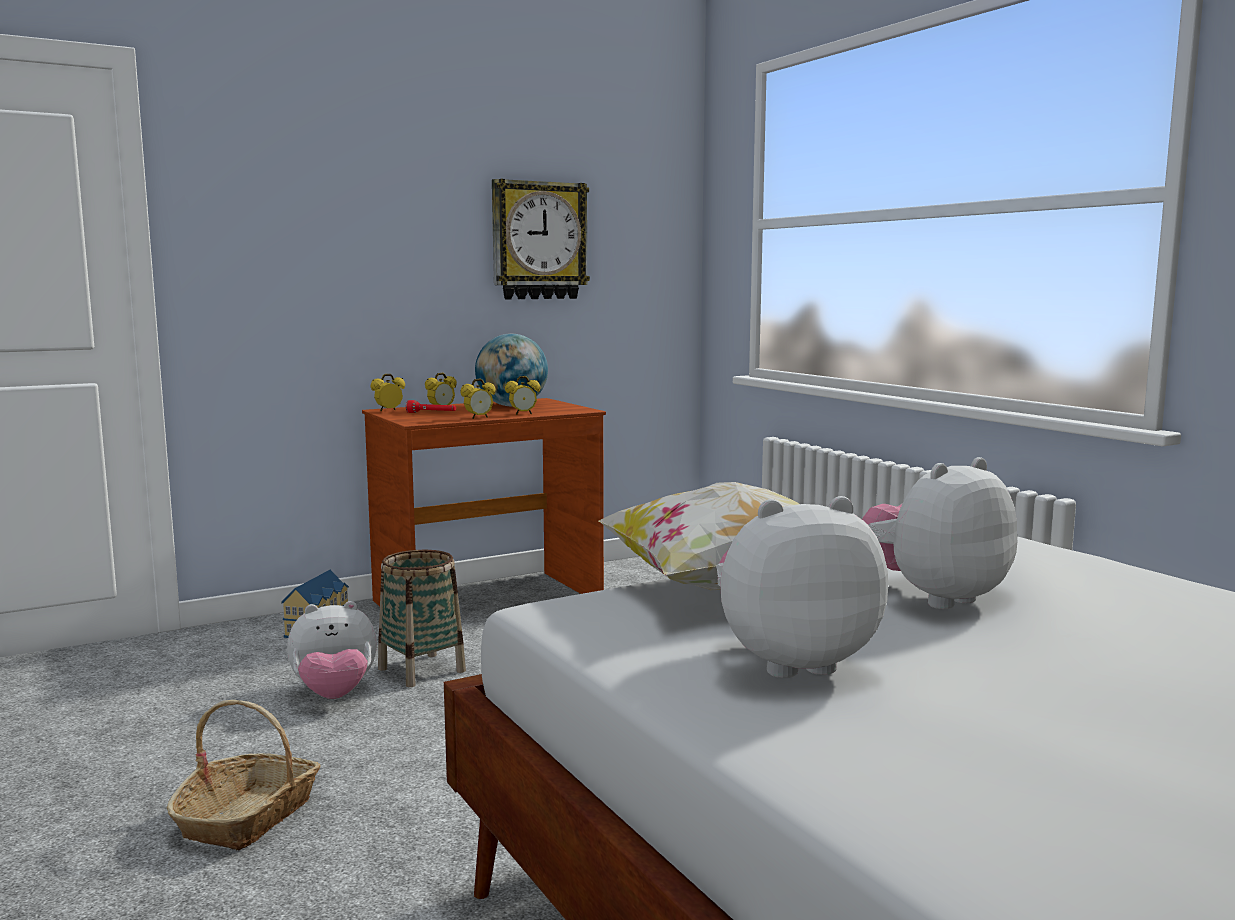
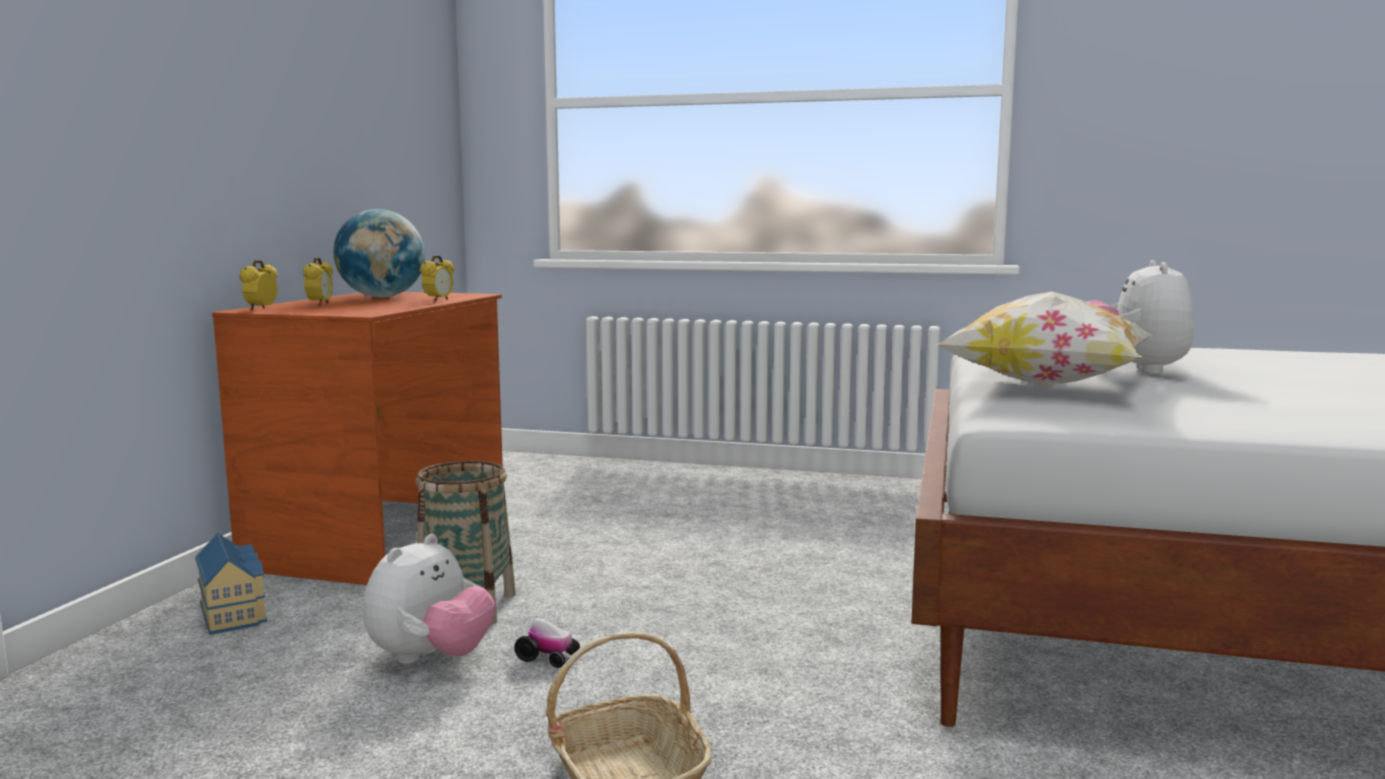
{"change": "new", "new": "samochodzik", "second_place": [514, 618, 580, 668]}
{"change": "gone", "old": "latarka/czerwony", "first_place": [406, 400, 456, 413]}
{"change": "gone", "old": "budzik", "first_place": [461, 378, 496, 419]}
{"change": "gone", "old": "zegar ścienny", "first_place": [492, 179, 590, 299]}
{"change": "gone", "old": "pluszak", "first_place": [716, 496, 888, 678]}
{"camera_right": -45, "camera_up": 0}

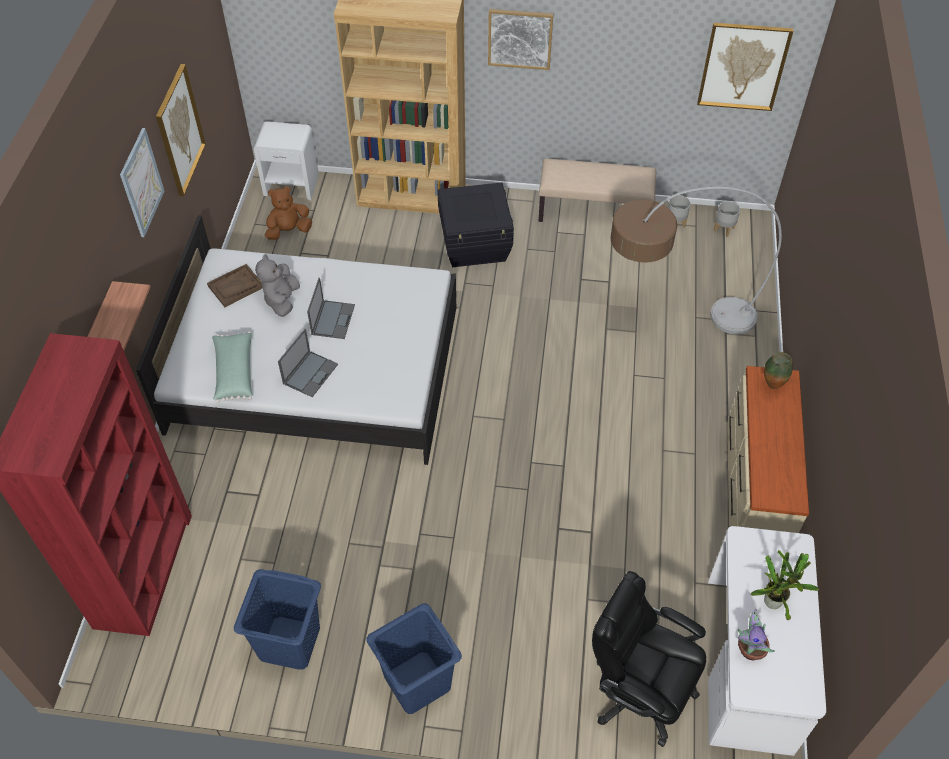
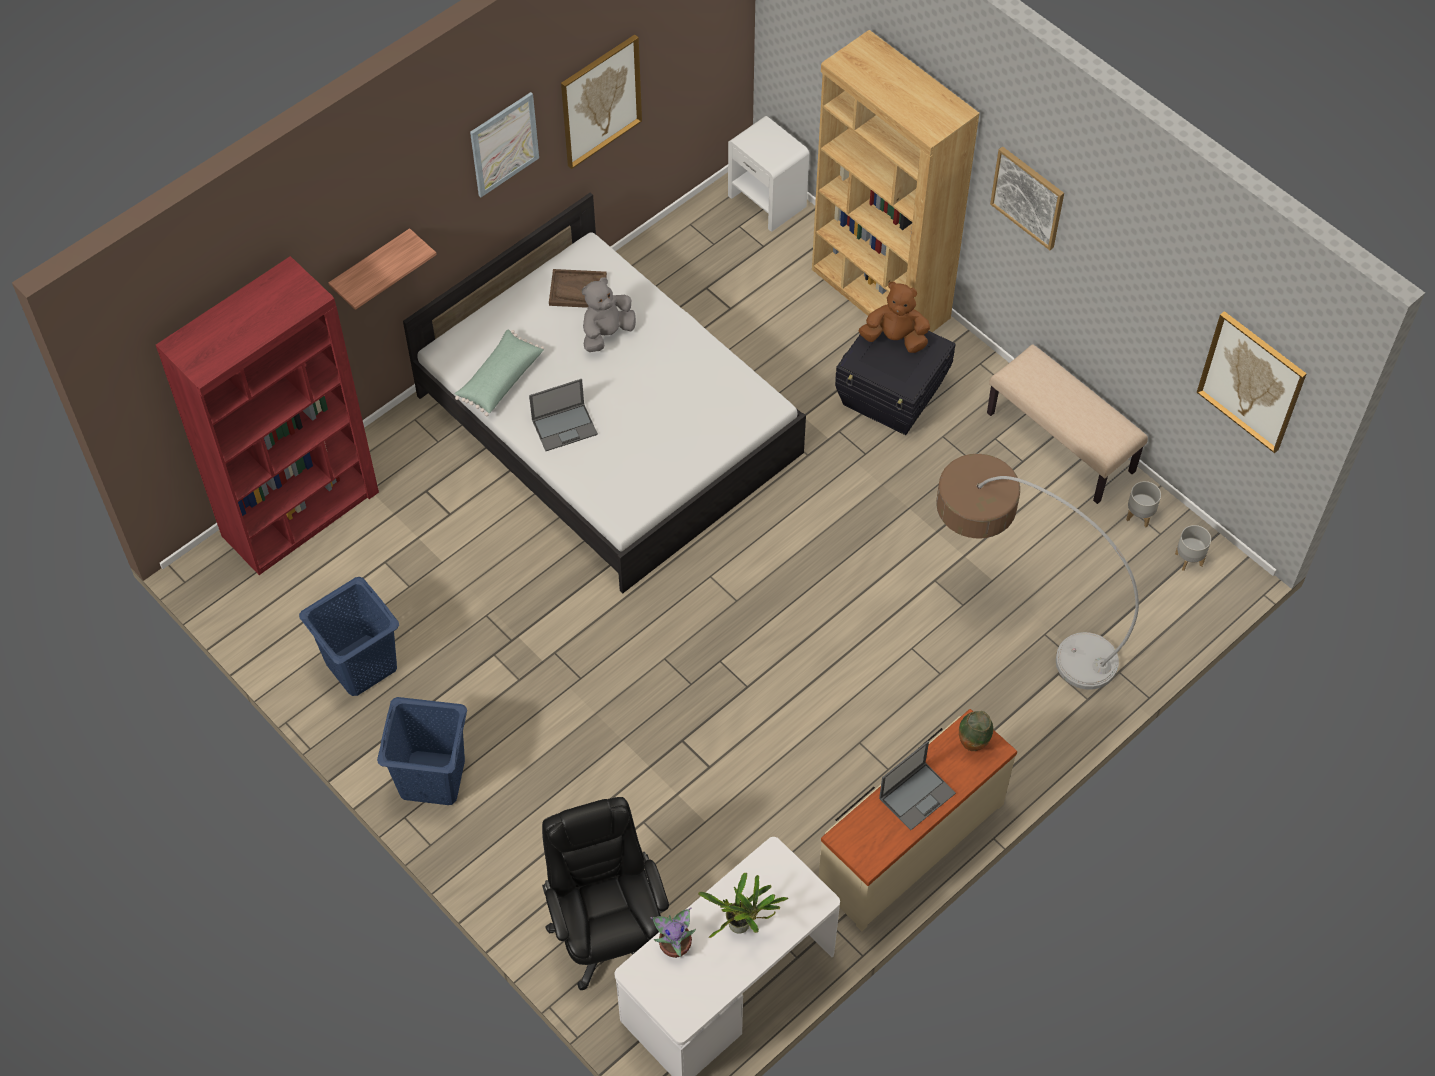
{"change": "shifted", "old": "pluszak/brązowy", "first_place": [265, 186, 312, 240], "second_place": [859, 282, 930, 353]}
{"change": "shifted", "old": "laptop", "first_place": [307, 278, 355, 339], "second_place": [879, 741, 956, 830]}
{"camera_right": 40, "camera_up": 5}

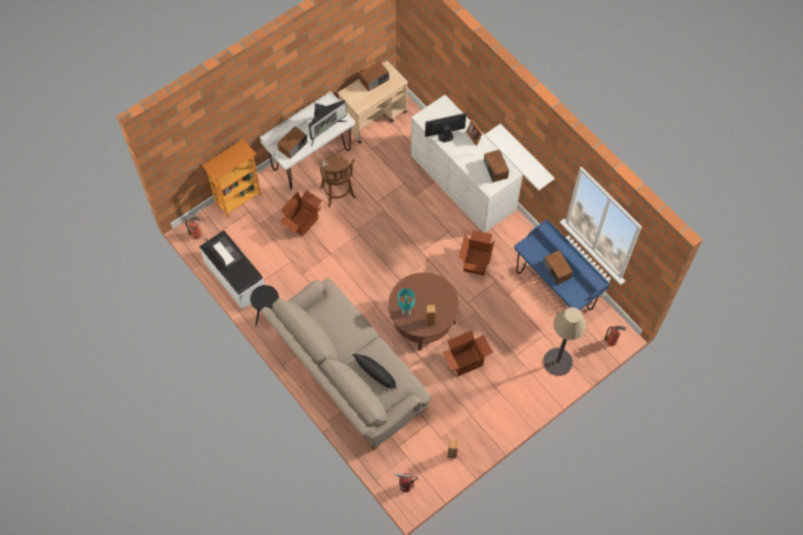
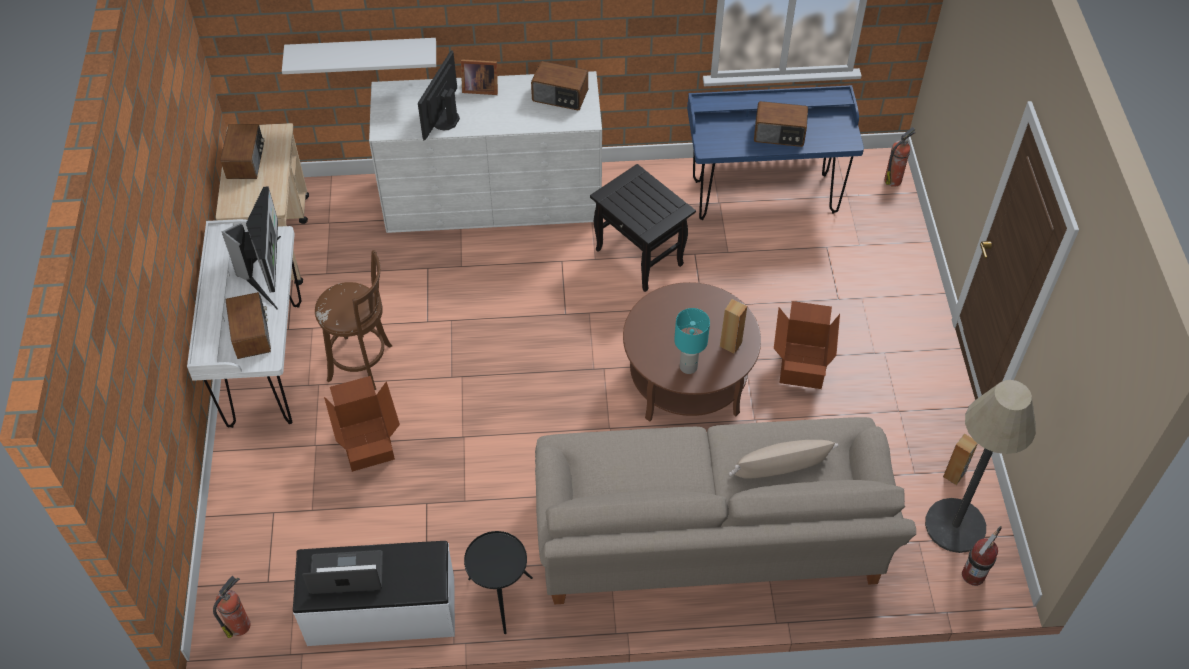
{"change": "shifted", "old": "półka/biały", "first_place": [485, 123, 555, 191], "second_place": [282, 38, 436, 74]}
{"change": "swapped", "old": "karton", "new": "stolik/czarny", "first_place": [459, 230, 495, 276], "second_place": [590, 164, 696, 292]}
{"change": "repainted", "old": "poduszka/czarny", "new": "poduszka/beżowy", "first_place": [353, 354, 397, 389], "second_place": [729, 440, 838, 479]}
{"change": "shifted", "old": "lampa stojąca", "first_place": [543, 307, 586, 376], "second_place": [925, 380, 1036, 553]}
{"change": "gone", "old": "regał", "first_place": [202, 139, 262, 218]}
{"camera_right": -55, "camera_up": -10}

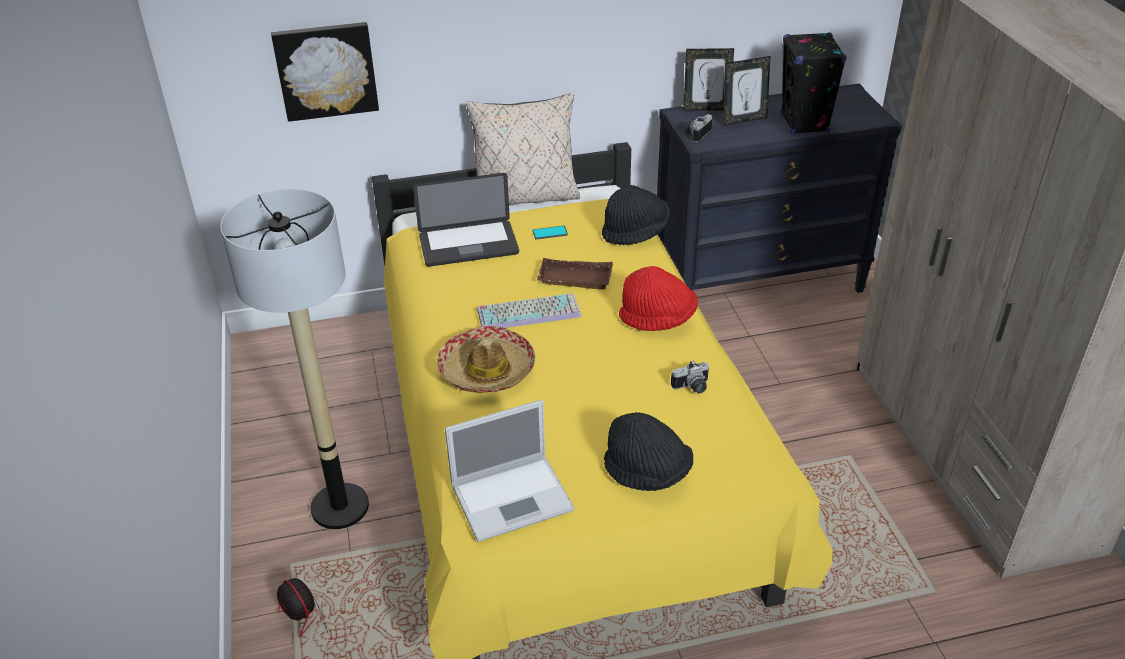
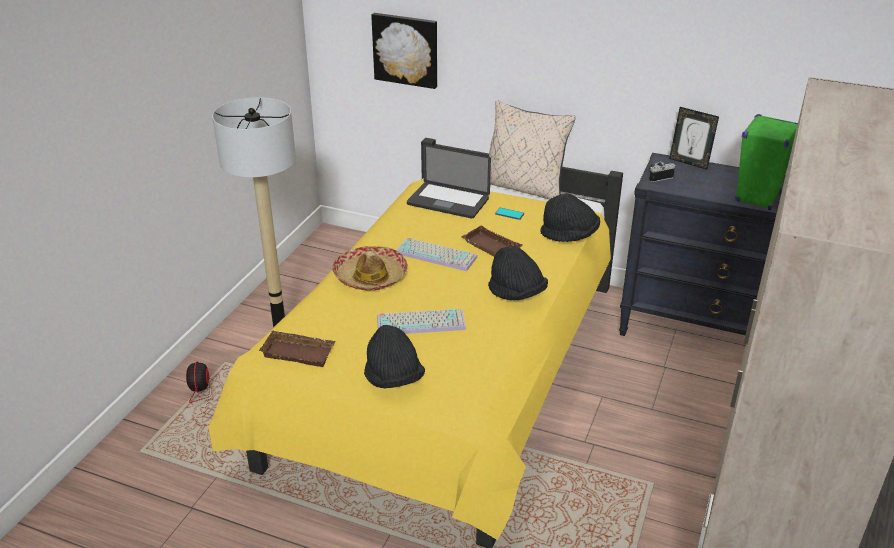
{"change": "swapped", "old": "laptop", "new": "taca/brązowy", "first_place": [445, 399, 575, 542], "second_place": [259, 330, 336, 367]}
{"change": "new", "new": "klawiatura", "second_place": [377, 309, 466, 334]}
{"change": "repainted", "old": "kapelusz/czerwony", "new": "kapelusz/czarny", "first_place": [619, 266, 698, 331], "second_place": [488, 246, 548, 300]}
{"change": "repainted", "old": "głośnik/czarny", "new": "głośnik/zielony", "first_place": [781, 32, 846, 134], "second_place": [735, 114, 798, 210]}
{"change": "gone", "old": "aparat fotograficzny", "first_place": [671, 360, 709, 394]}
{"change": "gone", "old": "ramka na zdjęcie", "first_place": [724, 56, 770, 126]}
{"camera_right": 35, "camera_up": -5}

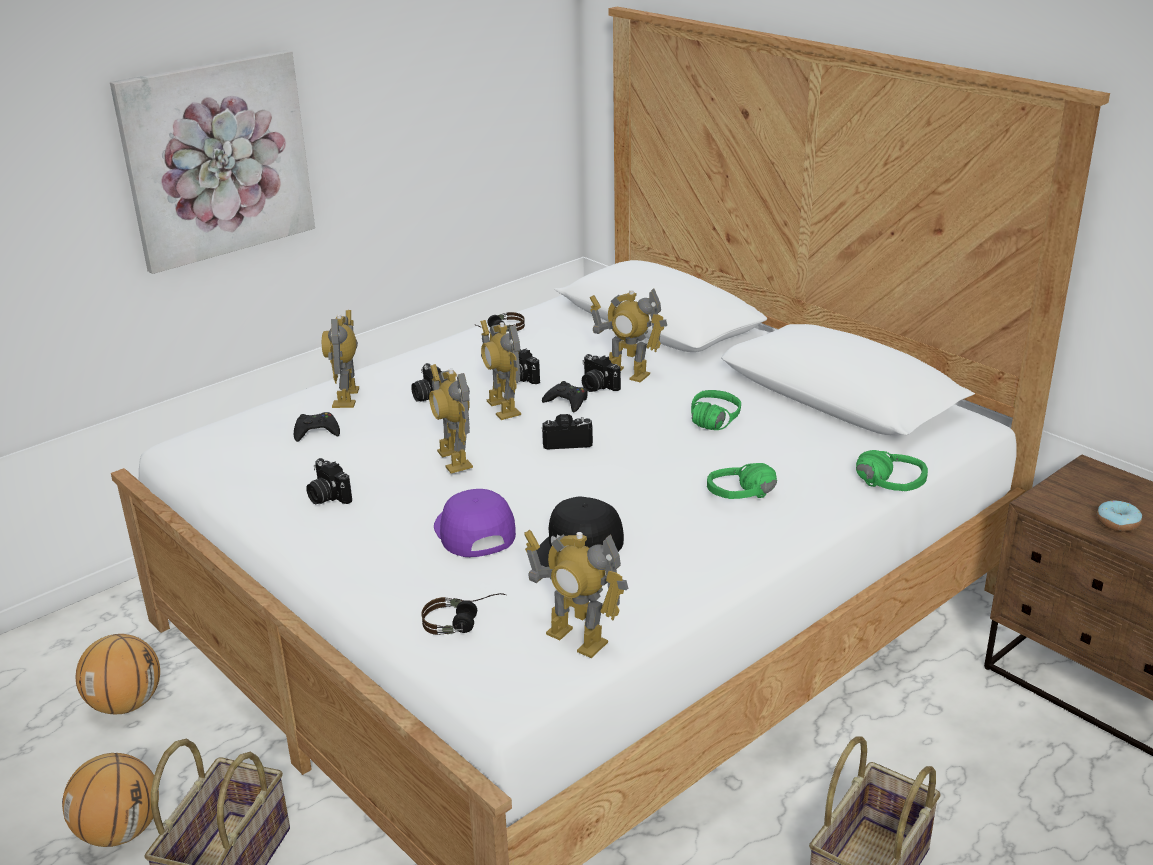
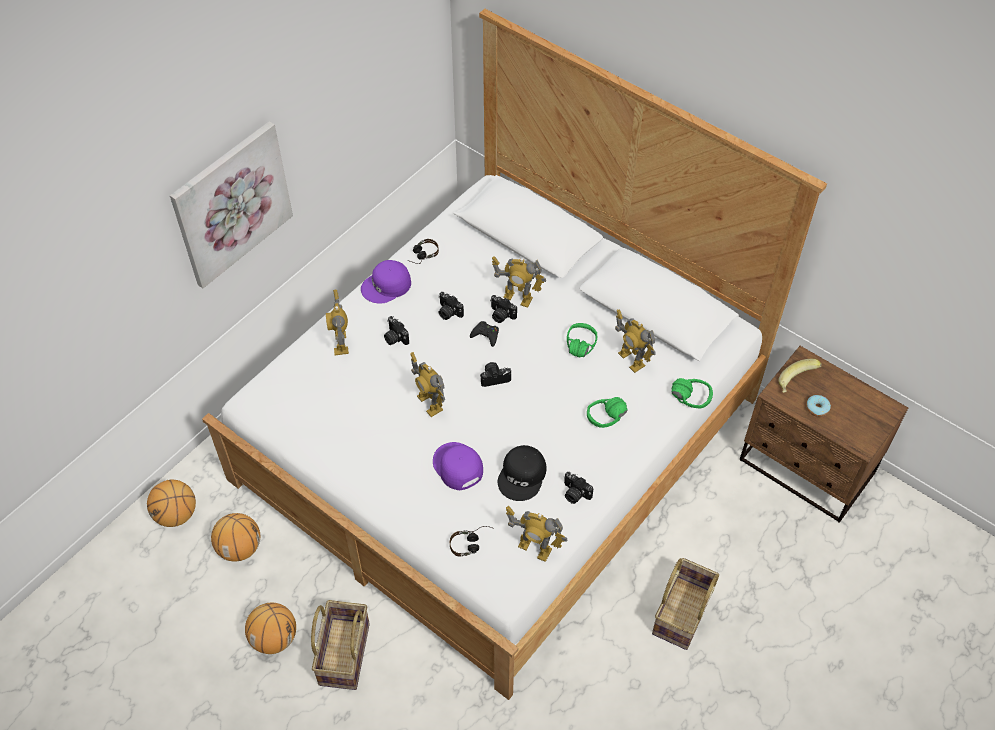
{"change": "new", "new": "piłka do koszykówki", "second_place": [147, 480, 196, 527]}
{"change": "new", "new": "czapka z daszkiem/fioletowy", "second_place": [361, 260, 411, 303]}
{"change": "shifted", "old": "aparat fotograficzny", "first_place": [306, 458, 352, 504], "second_place": [564, 472, 593, 504]}
{"change": "shifted", "old": "robot zabawkowy", "first_place": [480, 320, 521, 420], "second_place": [615, 309, 656, 373]}
{"change": "new", "new": "banan", "second_place": [778, 359, 822, 393]}
{"change": "gone", "old": "pad do gier/czarny", "first_place": [294, 412, 340, 442]}
{"camera_right": -10, "camera_up": 25}

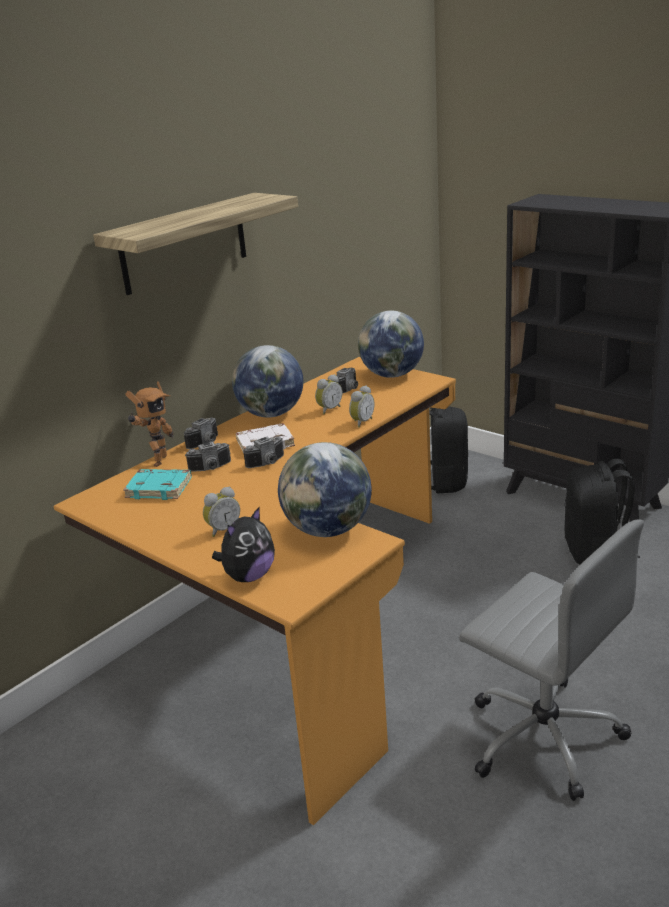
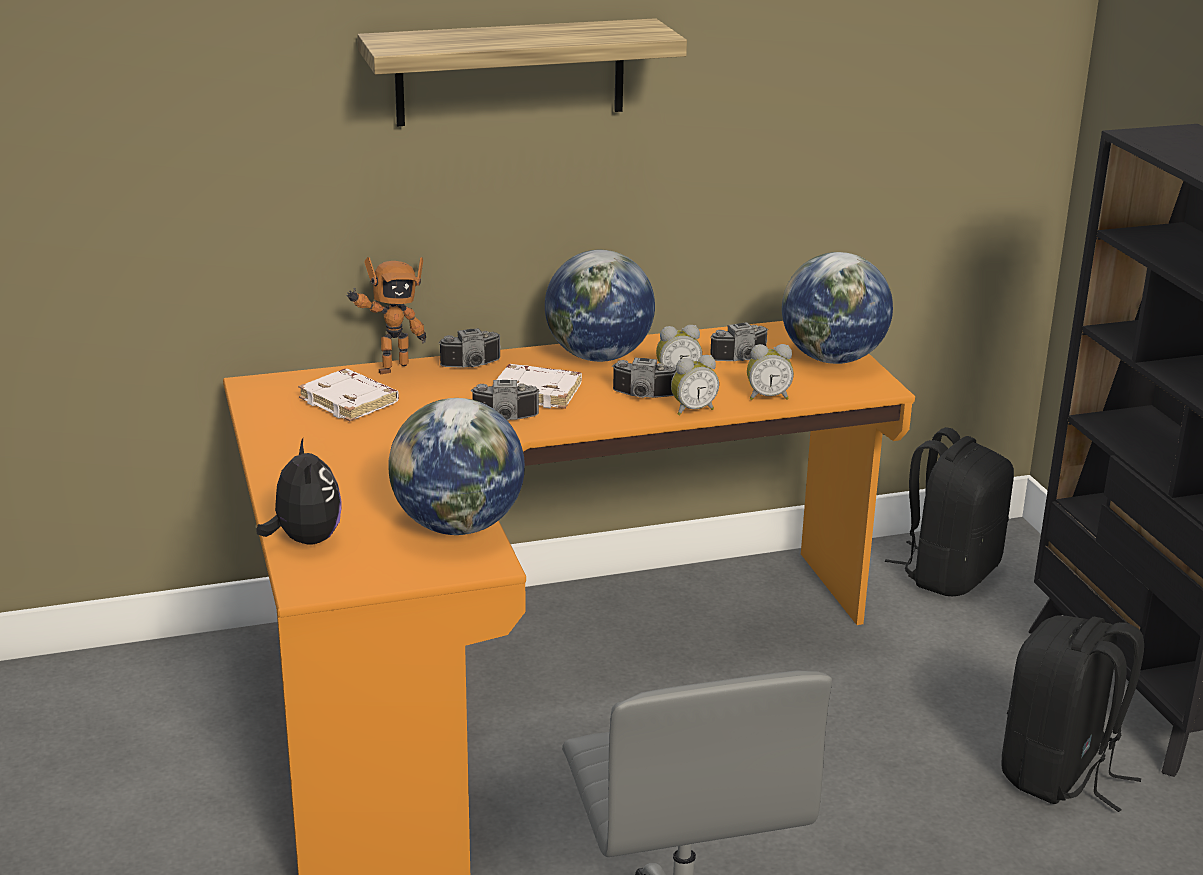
{"change": "rotated", "old": "pluszak", "first_place": [212, 506, 275, 582], "second_place": [257, 438, 342, 545], "degrees": -90}
{"change": "repainted", "old": "książka/turkusowy", "new": "książka/biały", "first_place": [123, 469, 192, 500], "second_place": [298, 369, 399, 422]}
{"change": "shifted", "old": "aparat fotograficzny", "first_place": [185, 442, 231, 472], "second_place": [612, 358, 676, 398]}
{"change": "shifted", "old": "budzik", "first_place": [203, 487, 240, 537], "second_place": [747, 344, 794, 400]}
{"camera_right": 30, "camera_up": 0}

